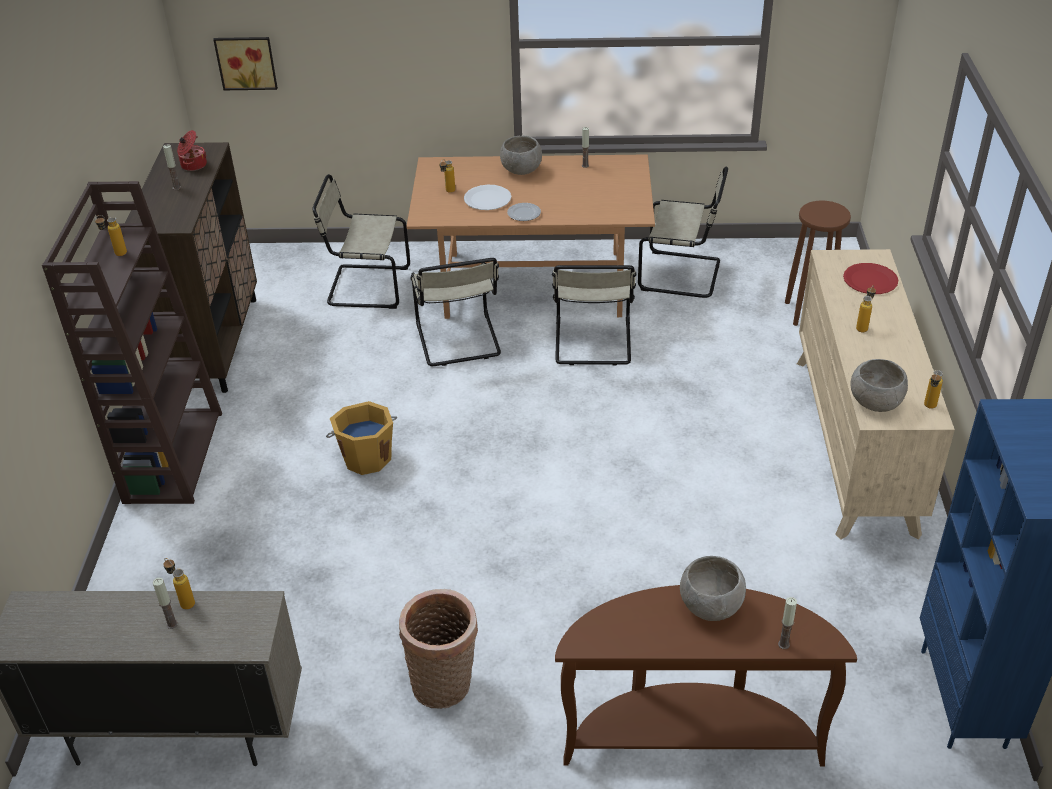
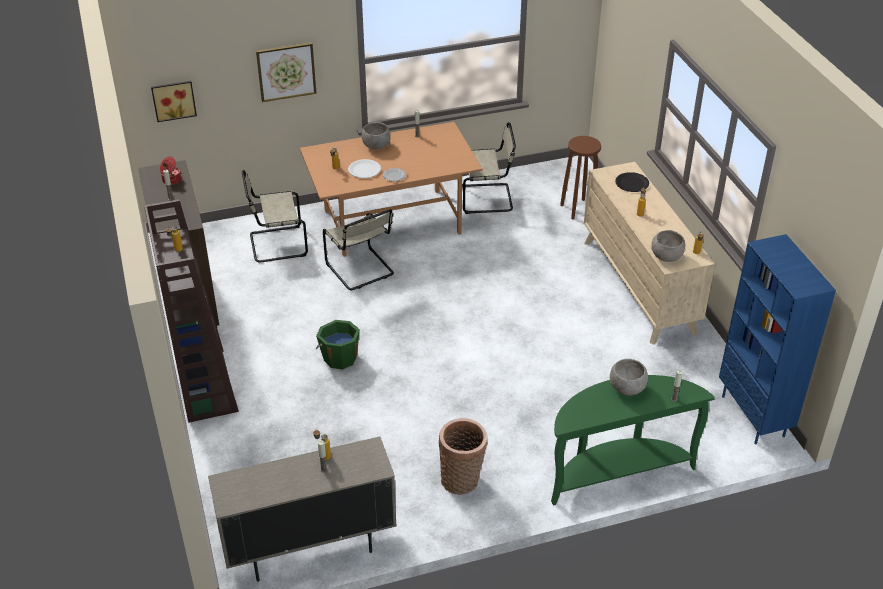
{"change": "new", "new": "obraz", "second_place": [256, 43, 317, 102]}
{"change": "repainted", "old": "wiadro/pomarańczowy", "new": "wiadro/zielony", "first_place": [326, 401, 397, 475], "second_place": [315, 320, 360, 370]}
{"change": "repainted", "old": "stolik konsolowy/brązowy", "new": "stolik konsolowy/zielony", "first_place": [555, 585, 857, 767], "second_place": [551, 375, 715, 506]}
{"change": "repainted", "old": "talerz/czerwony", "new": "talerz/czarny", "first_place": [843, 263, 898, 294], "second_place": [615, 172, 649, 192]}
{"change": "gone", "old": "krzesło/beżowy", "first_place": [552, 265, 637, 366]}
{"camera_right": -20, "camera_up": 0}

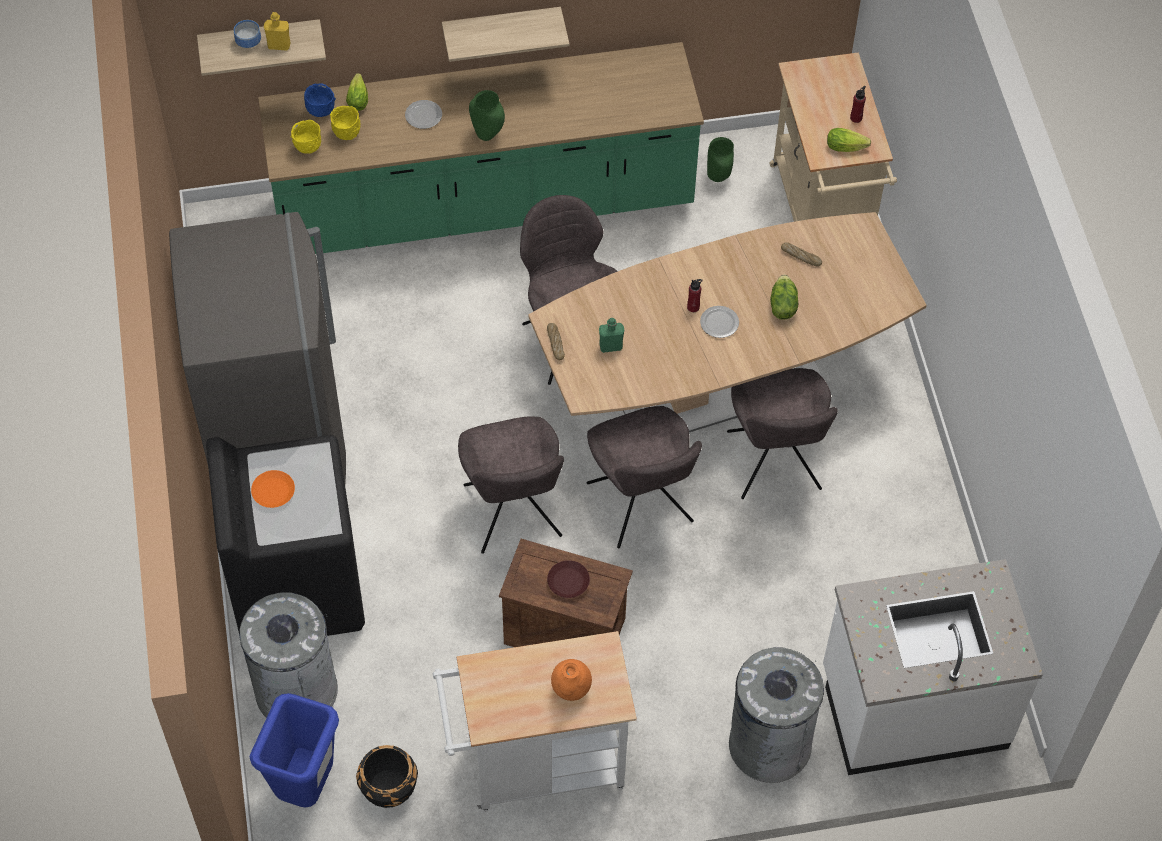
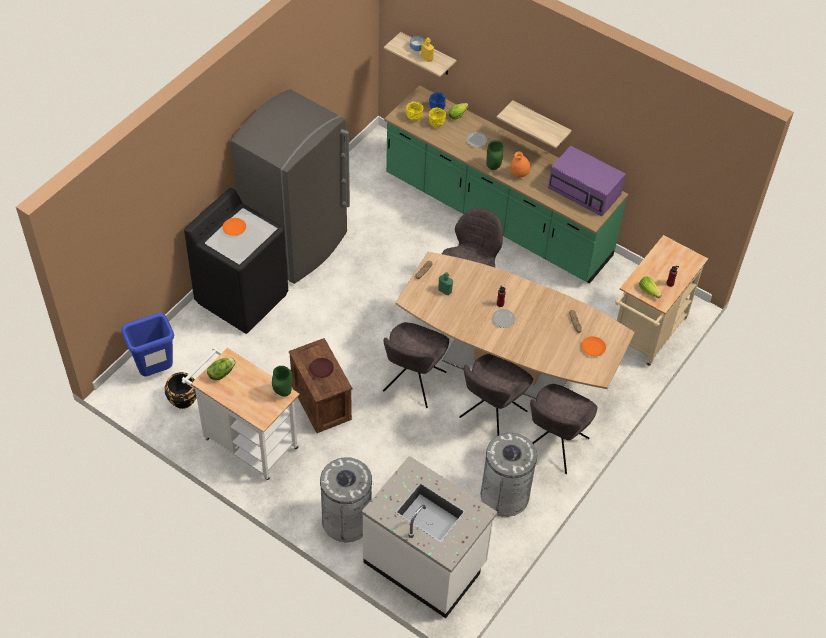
{"change": "shifted", "old": "sałata", "first_place": [770, 275, 798, 319], "second_place": [207, 357, 236, 381]}
{"change": "shifted", "old": "wazon/zielony", "first_place": [707, 137, 734, 182], "second_place": [272, 366, 293, 397]}
{"change": "shifted", "old": "kosz na śmieci/szary", "first_place": [239, 592, 338, 718], "second_place": [481, 433, 538, 517]}
{"change": "shifted", "old": "wazon/pomarańczowy", "first_place": [551, 659, 592, 701], "second_place": [510, 152, 531, 178]}
{"change": "shifted", "old": "krzesło/szary", "first_place": [458, 416, 564, 554], "second_place": [530, 384, 597, 474]}
{"change": "new", "new": "mikrofalówka/fioletowy", "second_place": [548, 146, 626, 216]}
{"change": "new", "new": "talerz/pomarańczowy", "second_place": [581, 336, 606, 356]}
{"camera_right": 45, "camera_up": -5}

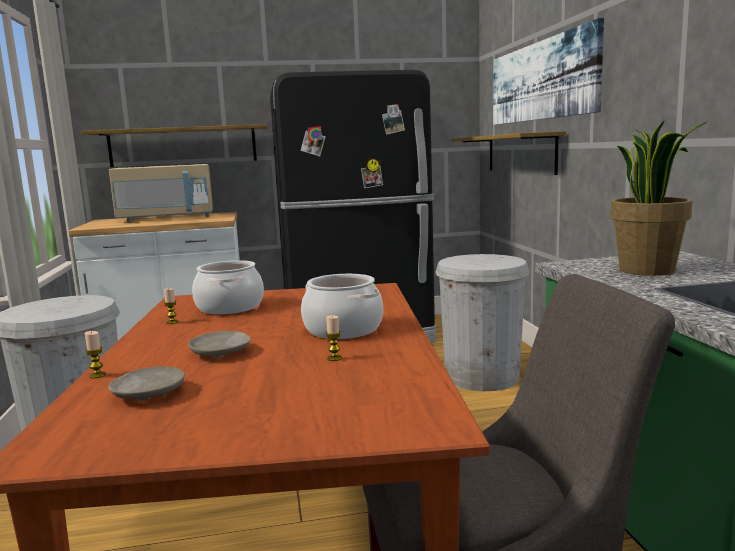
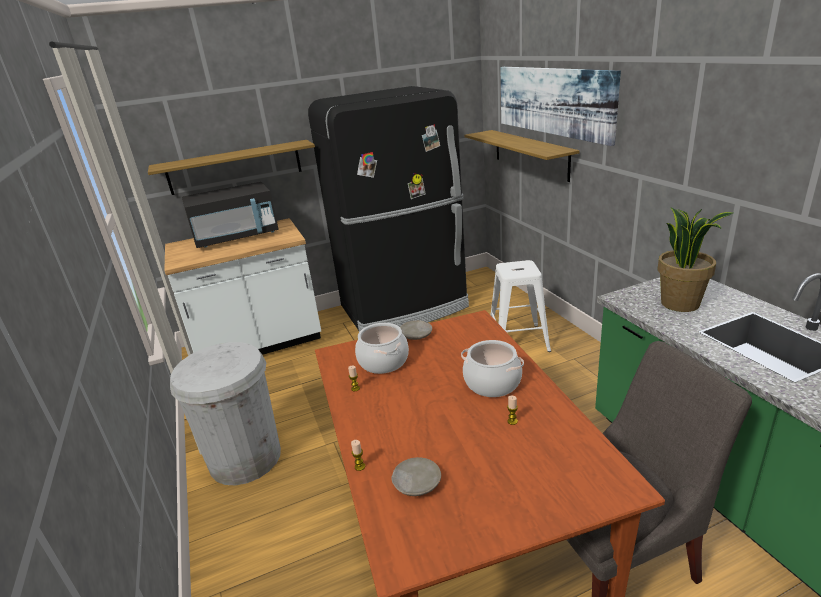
{"change": "repainted", "old": "mikrofalówka/beżowy", "new": "mikrofalówka/czarny", "first_place": [109, 164, 213, 222], "second_place": [182, 182, 279, 248]}
{"change": "shifted", "old": "talerz/beżowy", "first_place": [188, 331, 251, 358], "second_place": [400, 320, 432, 340]}
{"change": "swapped", "old": "kosz na śmieci/biały", "new": "stołek/biały", "first_place": [435, 254, 529, 391], "second_place": [491, 260, 551, 352]}
{"camera_right": -10, "camera_up": 15}

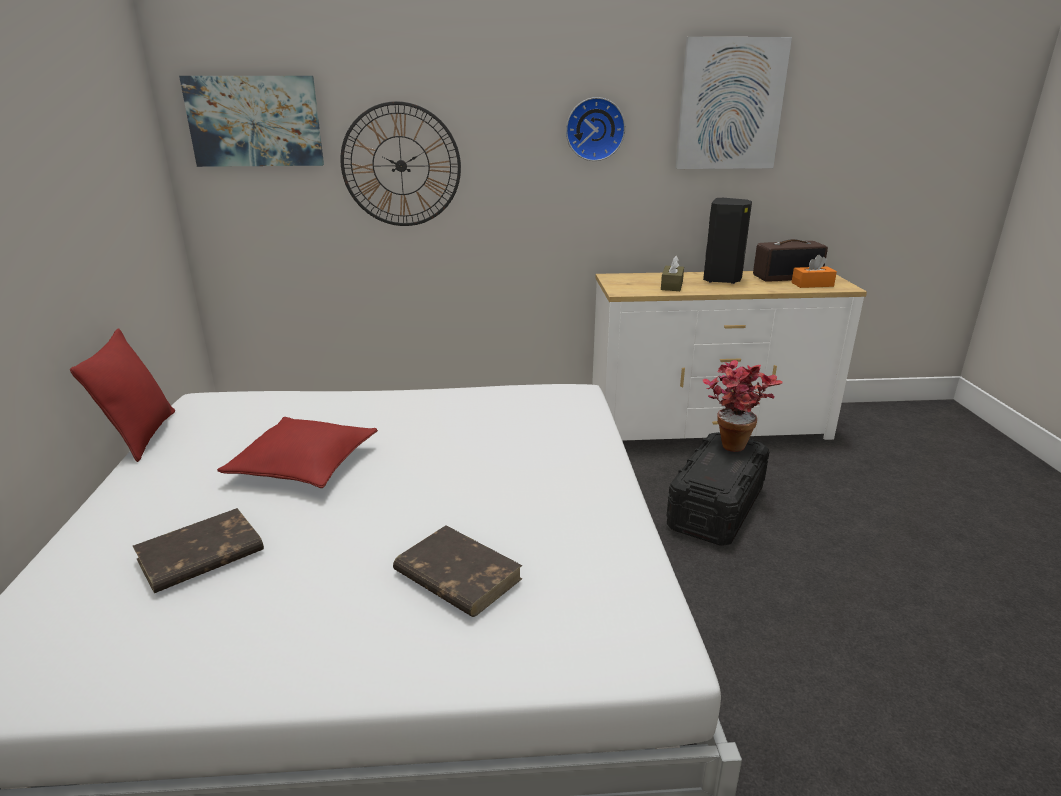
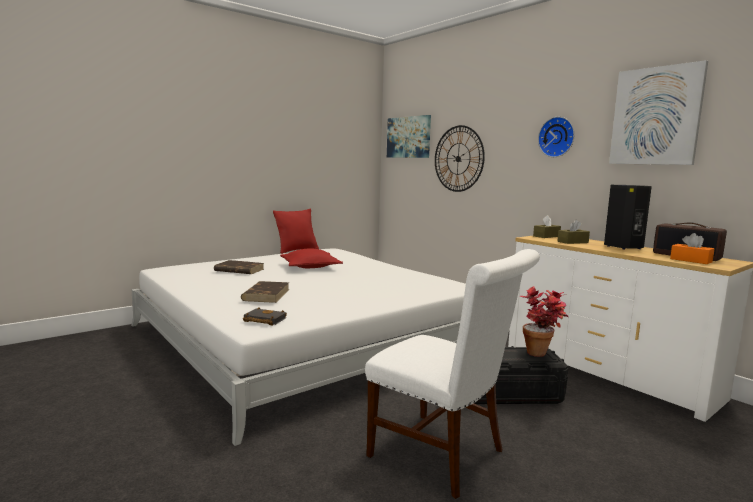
{"change": "new", "new": "książka/czarny", "second_place": [243, 307, 287, 326]}
{"change": "new", "new": "krzesło/biały", "second_place": [365, 249, 540, 499]}
{"change": "new", "new": "pudełko chusteczek/brązowy", "second_place": [533, 215, 561, 238]}
{"camera_right": 55, "camera_up": -15}

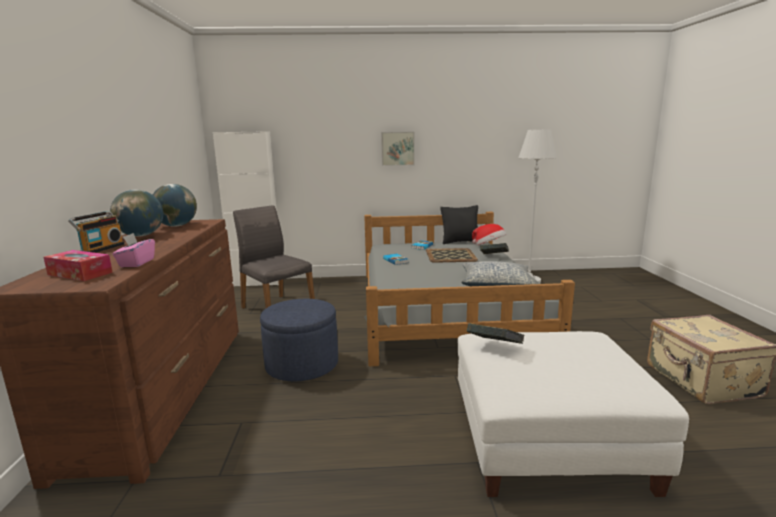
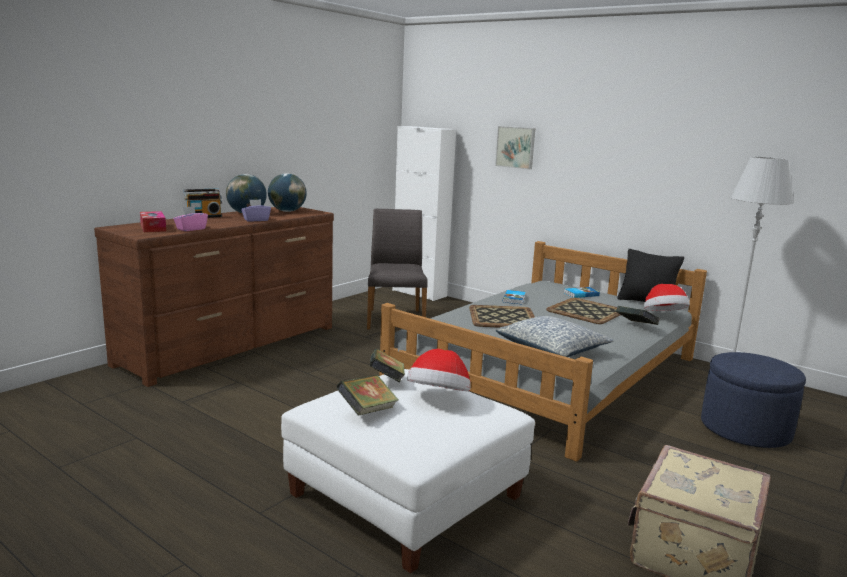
{"change": "new", "new": "pudełko chusteczek/fioletowy", "second_place": [241, 199, 271, 222]}
{"change": "new", "new": "książka", "second_place": [336, 375, 399, 416]}
{"change": "new", "new": "kapelusz", "second_place": [407, 349, 471, 391]}
{"change": "new", "new": "taca", "second_place": [469, 305, 535, 327]}
{"change": "shifted", "old": "obraz", "first_place": [381, 132, 414, 166], "second_place": [495, 126, 535, 169]}
{"change": "shifted", "old": "pufa/niebieski", "first_place": [260, 299, 338, 381], "second_place": [701, 352, 806, 448]}
{"camera_right": 40, "camera_up": 0}

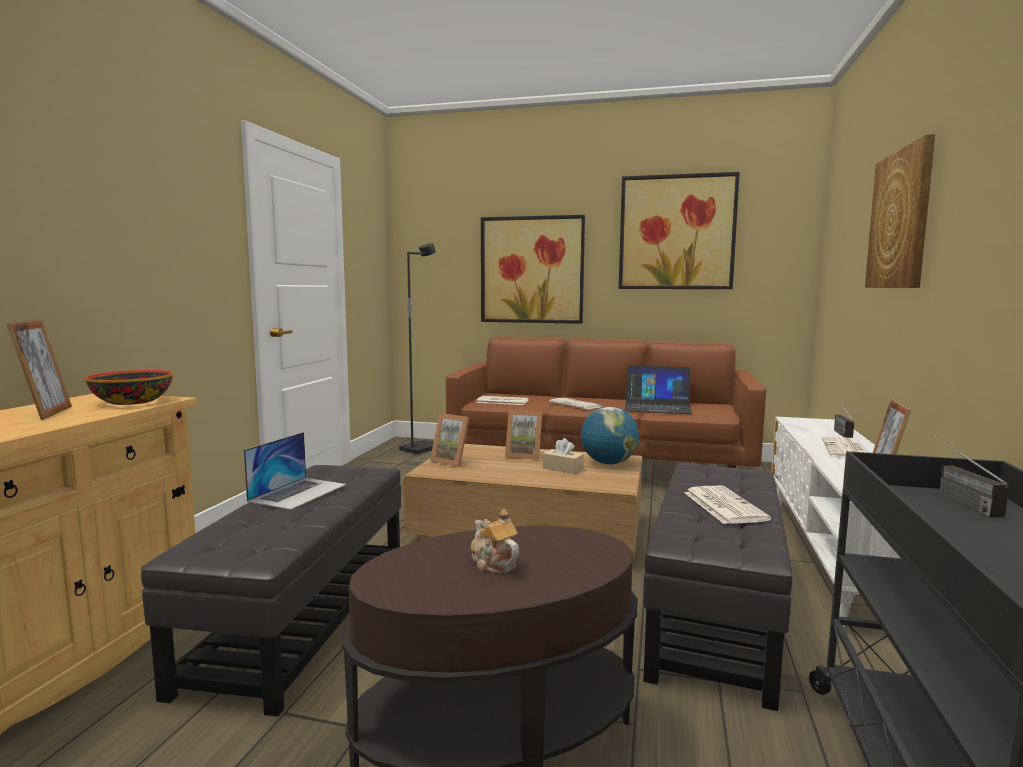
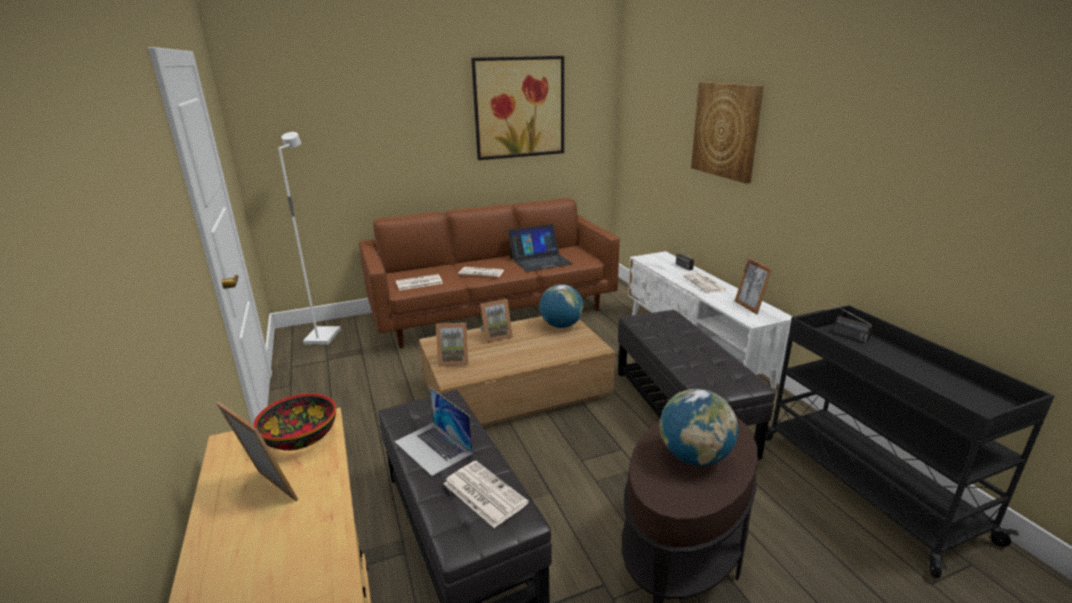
{"change": "repainted", "old": "lampa stojąca/czarny", "new": "lampa stojąca/biały", "first_place": [399, 243, 436, 455], "second_place": [278, 132, 341, 345]}
{"change": "rotated", "old": "laptop", "first_place": [244, 432, 347, 510], "second_place": [394, 387, 473, 476], "degrees": 150}
{"change": "shifted", "old": "gazeta", "first_place": [684, 486, 771, 524], "second_place": [444, 461, 529, 528]}
{"change": "swapped", "old": "imbryk", "new": "globus", "first_place": [471, 509, 519, 573], "second_place": [659, 389, 738, 466]}
{"change": "gone", "old": "obraz", "first_place": [481, 215, 585, 324]}
{"change": "gone", "old": "pudełko chusteczek/beżowy", "first_place": [543, 438, 584, 474]}
{"camera_right": -35, "camera_up": 15}

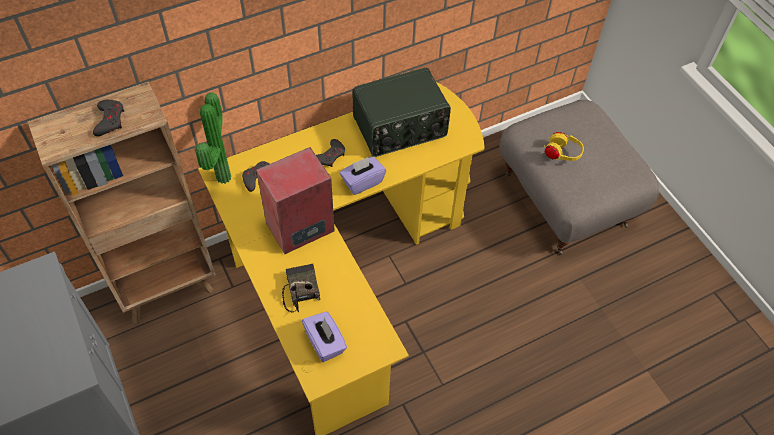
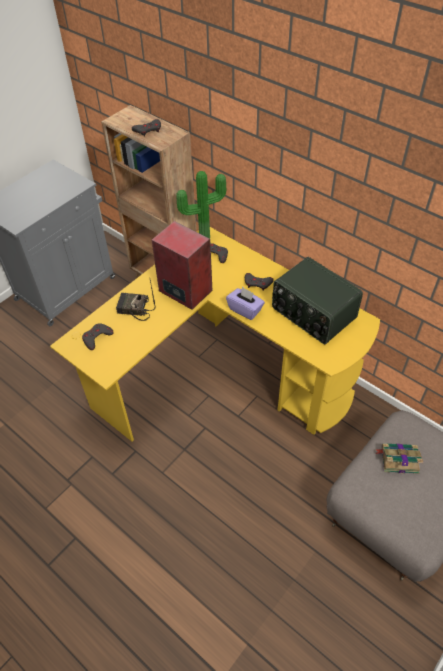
{"change": "swapped", "old": "pudełko chusteczek/fioletowy", "new": "pad do gier/szary", "first_place": [302, 311, 347, 362], "second_place": [82, 323, 114, 350]}
{"change": "rotated", "old": "radio", "first_place": [282, 264, 320, 312], "second_place": [116, 280, 155, 321], "degrees": -135}
{"change": "swapped", "old": "słuchawki/żółty", "new": "książka", "first_place": [544, 132, 584, 161], "second_place": [375, 443, 424, 474]}
{"camera_right": 70, "camera_up": -5}

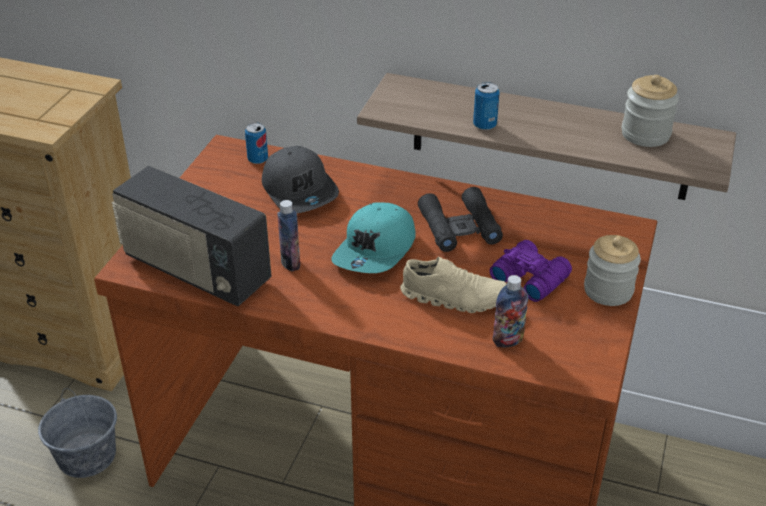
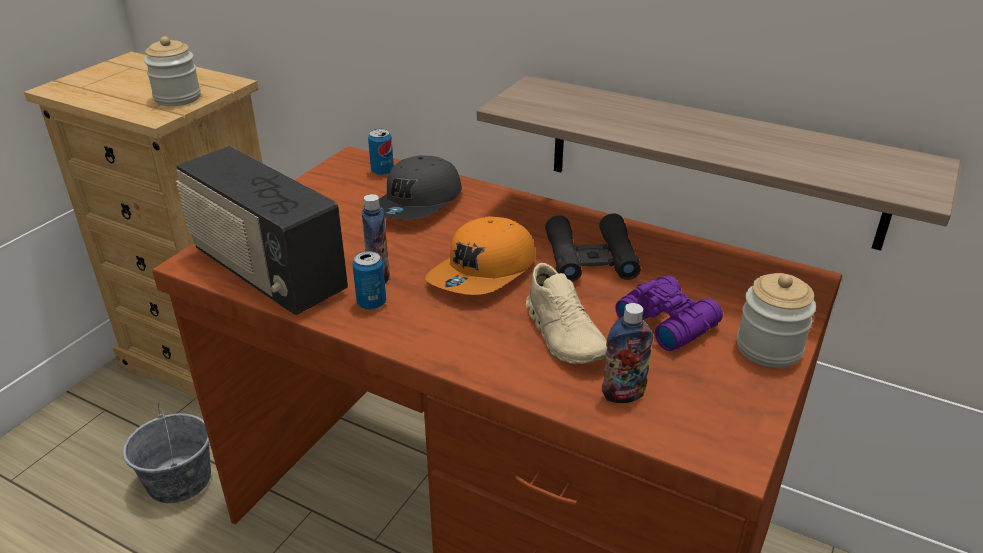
{"change": "shifted", "old": "słoik", "first_place": [622, 75, 679, 147], "second_place": [144, 36, 201, 106]}
{"change": "shifted", "old": "puszka", "first_place": [473, 82, 500, 130], "second_place": [352, 251, 386, 310]}
{"change": "rotated", "old": "czapka z daszkiem/szary", "first_place": [262, 146, 339, 213], "second_place": [379, 156, 462, 220], "degrees": 45}
{"change": "repainted", "old": "czapka z daszkiem/turkusowy", "new": "czapka z daszkiem/pomarańczowy", "first_place": [332, 202, 416, 273], "second_place": [425, 217, 536, 295]}
{"change": "rotated", "old": "but/beżowy", "first_place": [400, 257, 507, 313], "second_place": [526, 263, 607, 364], "degrees": 45}
{"camera_right": 10, "camera_up": -5}

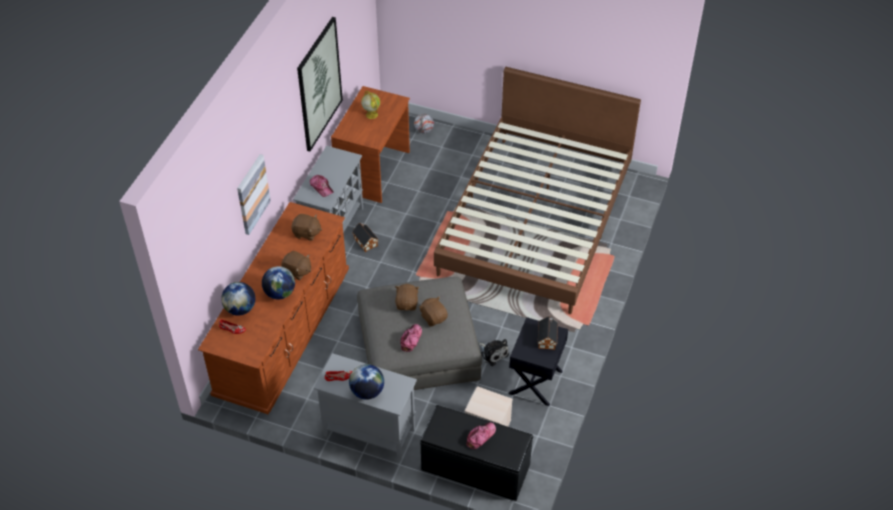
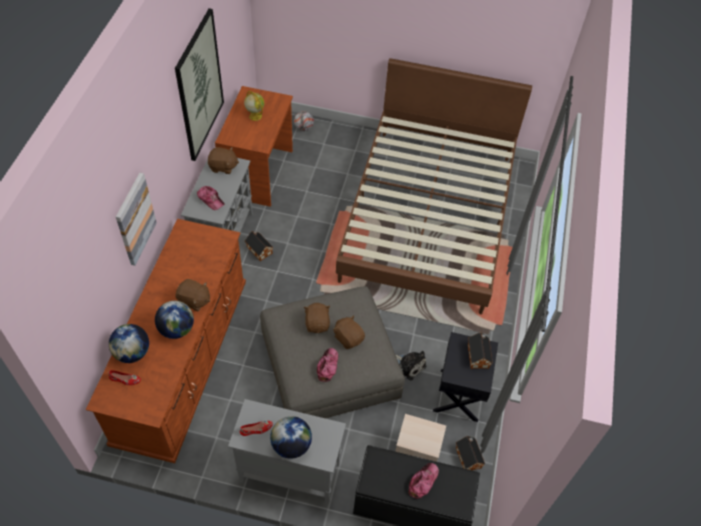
{"change": "shifted", "old": "pluszak/brązowy", "first_place": [291, 214, 322, 241], "second_place": [208, 147, 239, 174]}
{"change": "new", "new": "domek", "second_place": [456, 436, 485, 470]}
{"camera_right": -10, "camera_up": 5}

